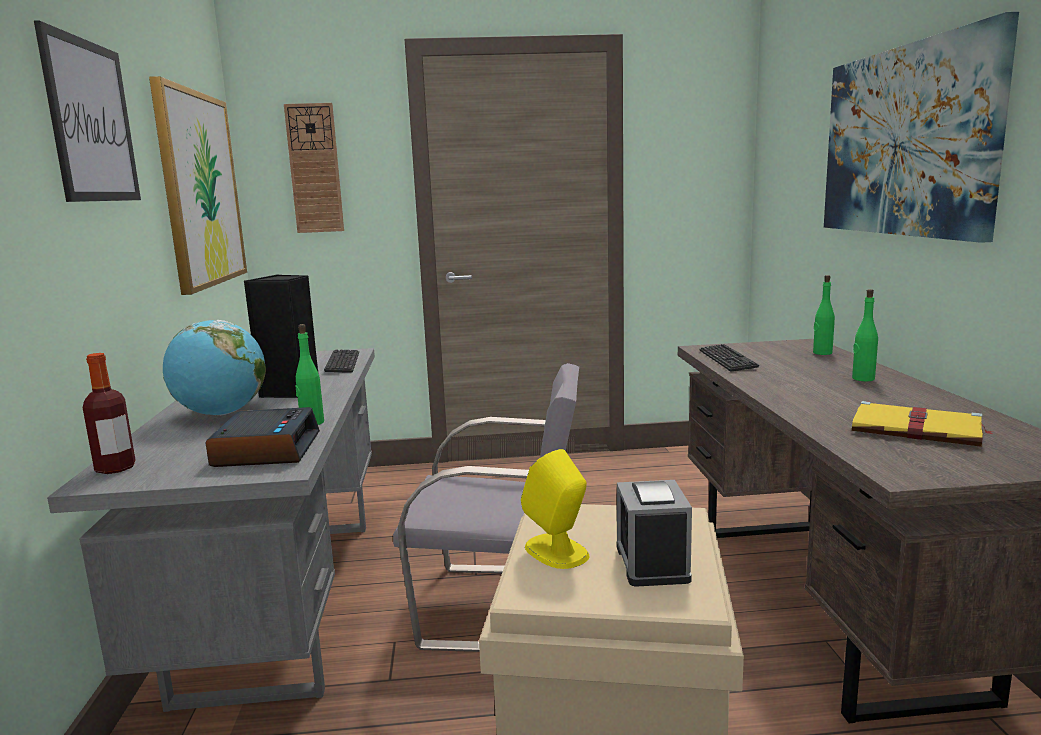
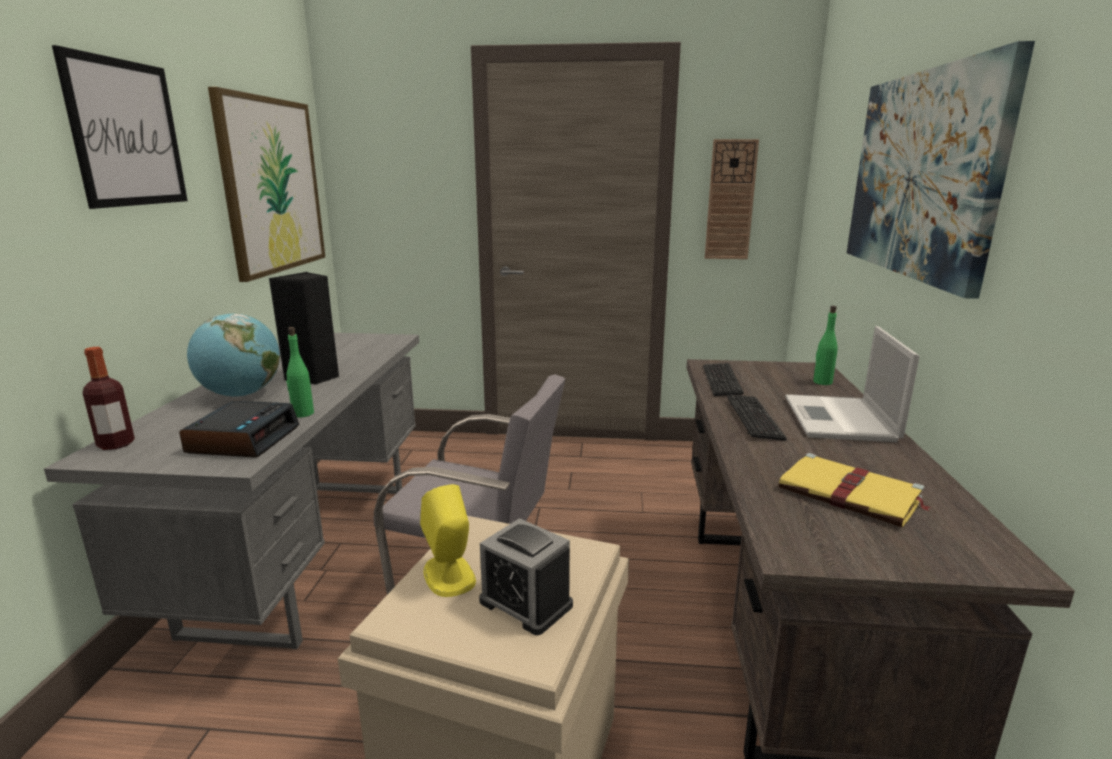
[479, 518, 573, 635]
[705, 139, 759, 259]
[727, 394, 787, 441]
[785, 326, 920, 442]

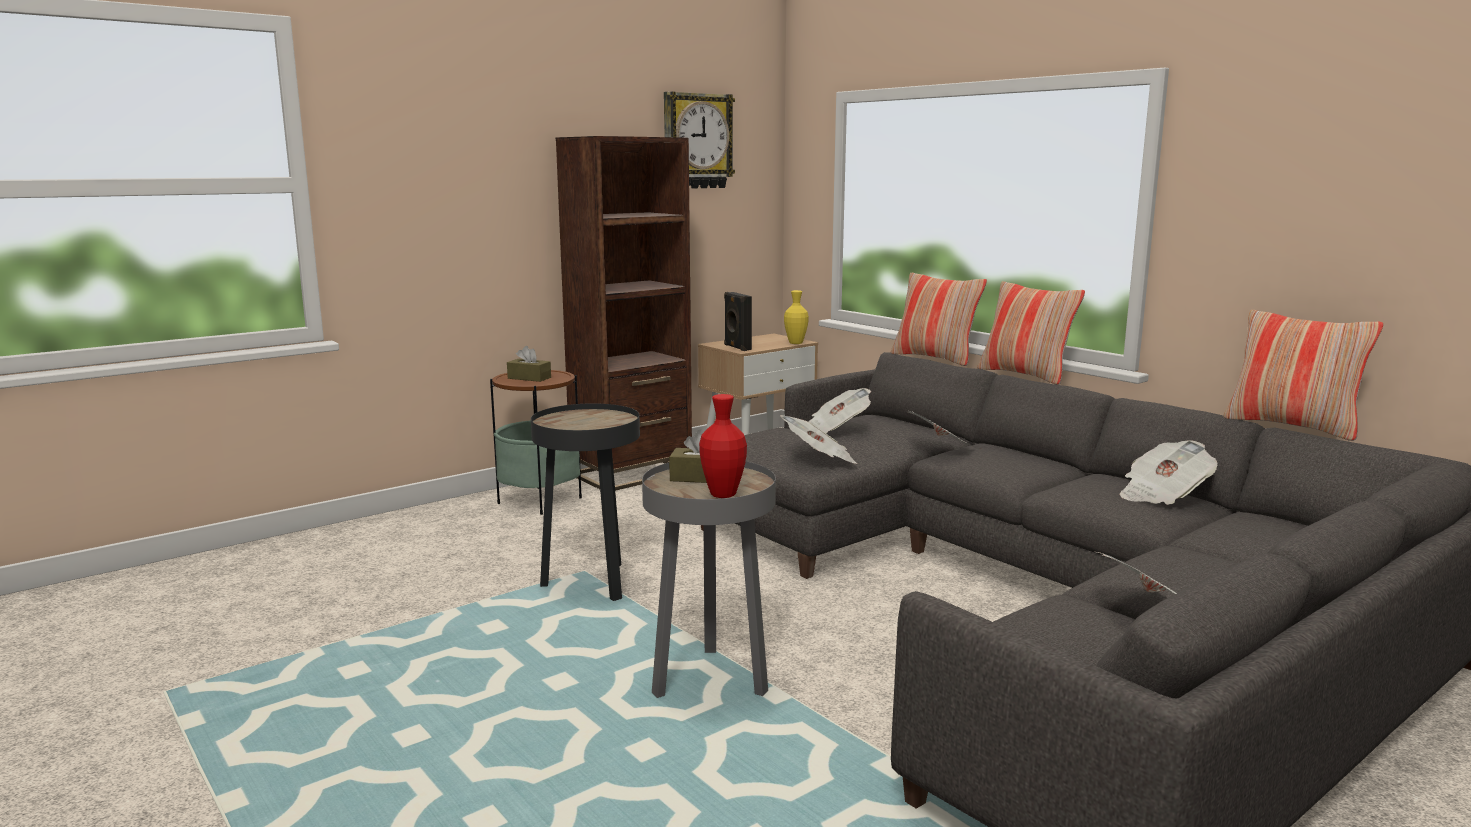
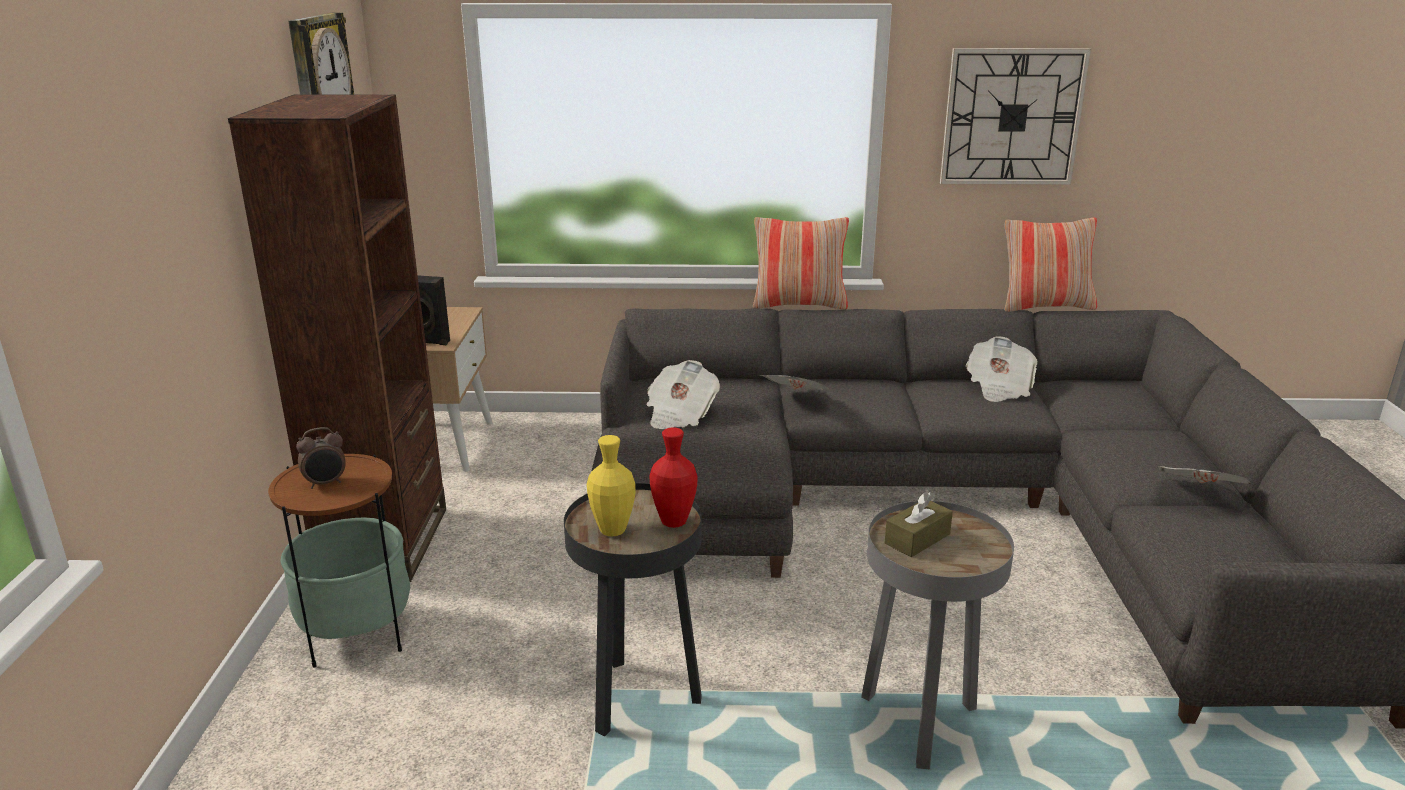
[296, 427, 346, 489]
[587, 435, 635, 536]
[649, 427, 697, 528]
[940, 48, 1091, 185]
[780, 415, 857, 464] (first image)
[891, 273, 987, 366] (first image)

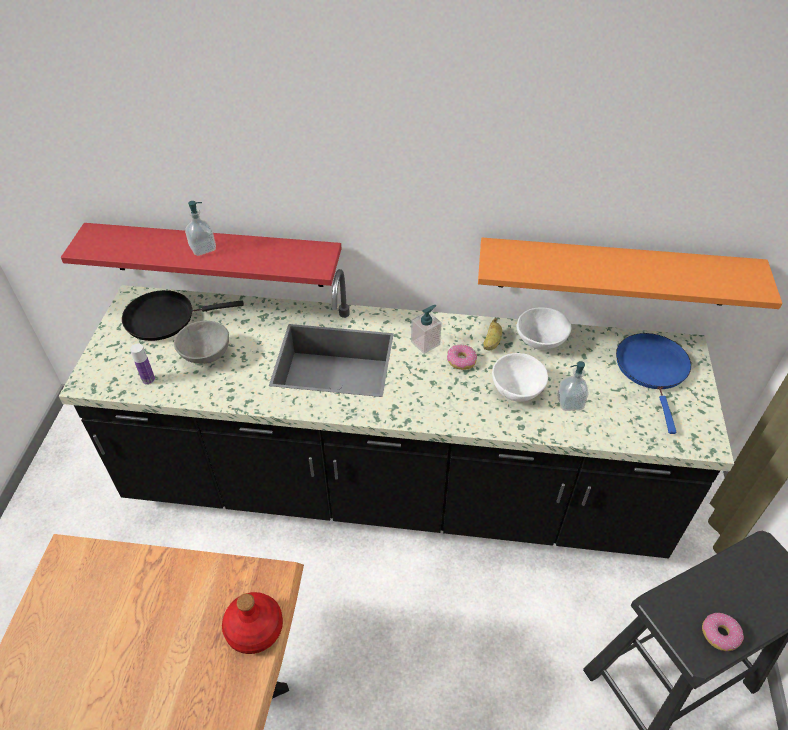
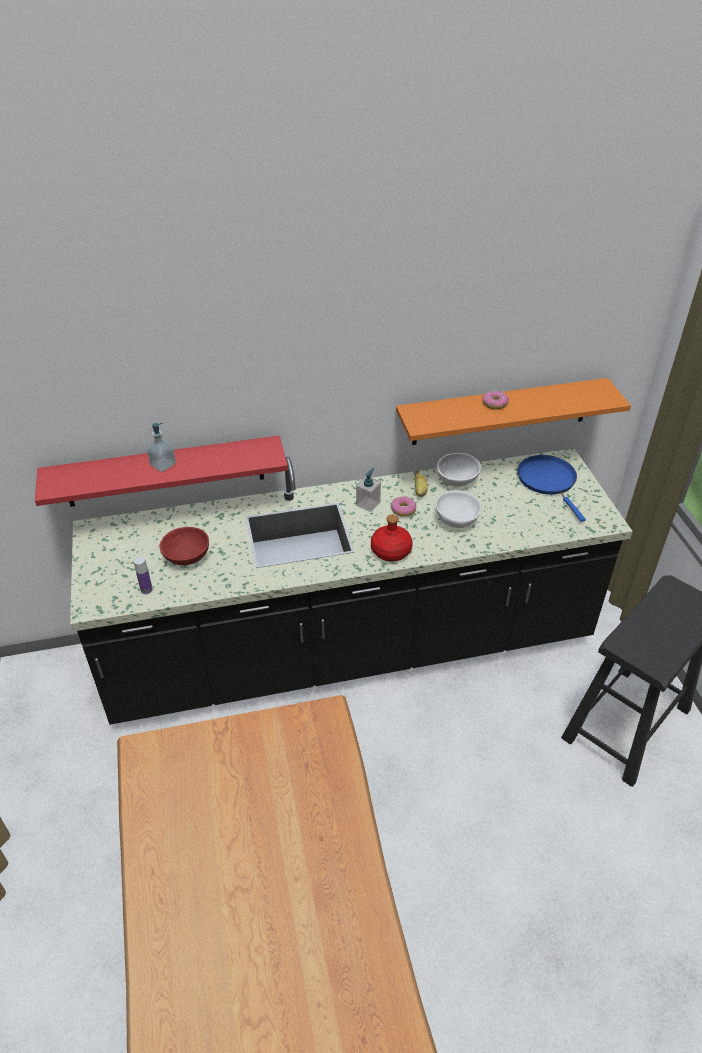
[159, 527, 209, 565]
[371, 514, 413, 562]
[482, 391, 509, 410]
[122, 290, 244, 341] (first image)
[557, 361, 589, 411] (first image)

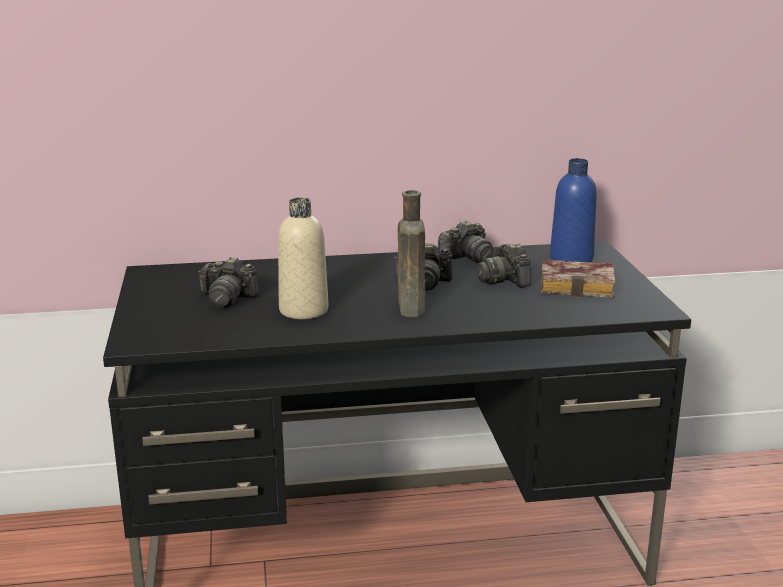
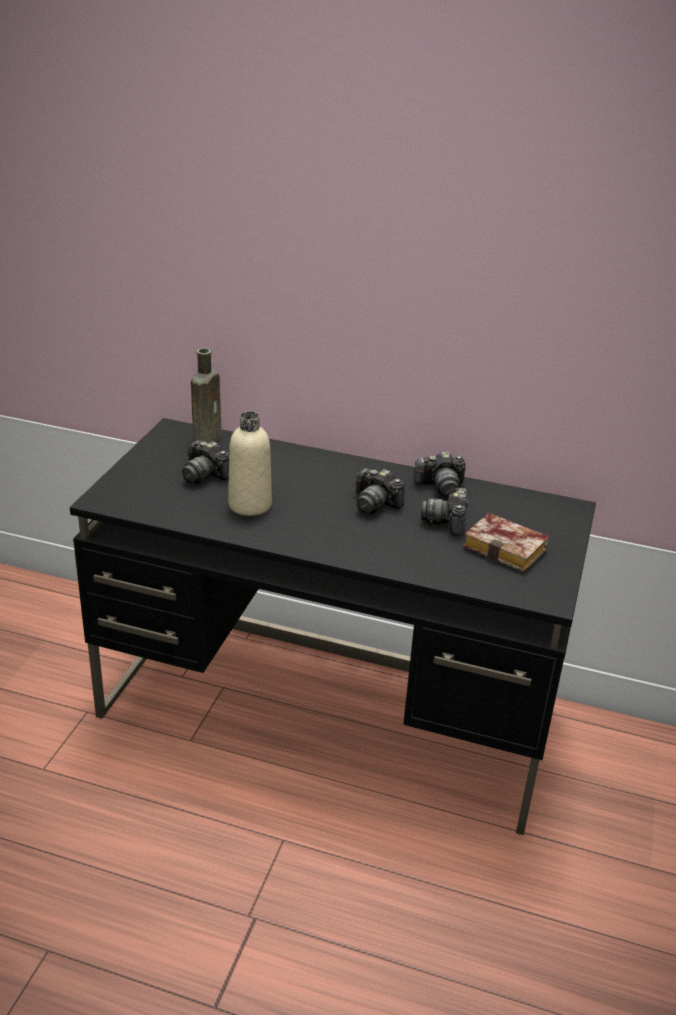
[191, 348, 222, 444]
[550, 158, 597, 262] (first image)

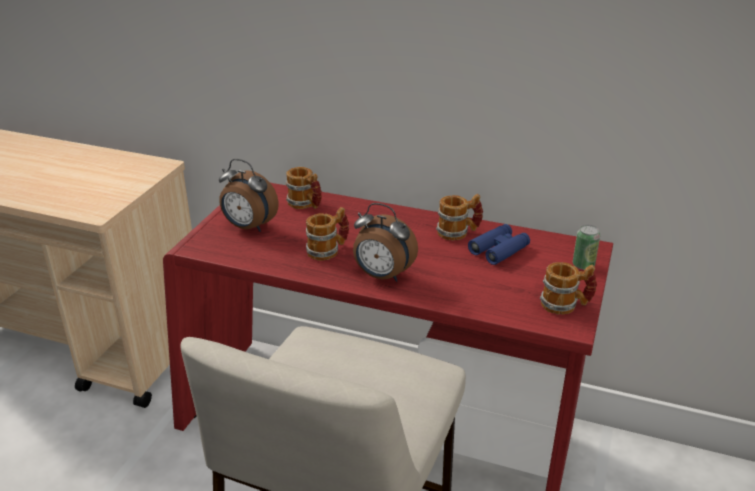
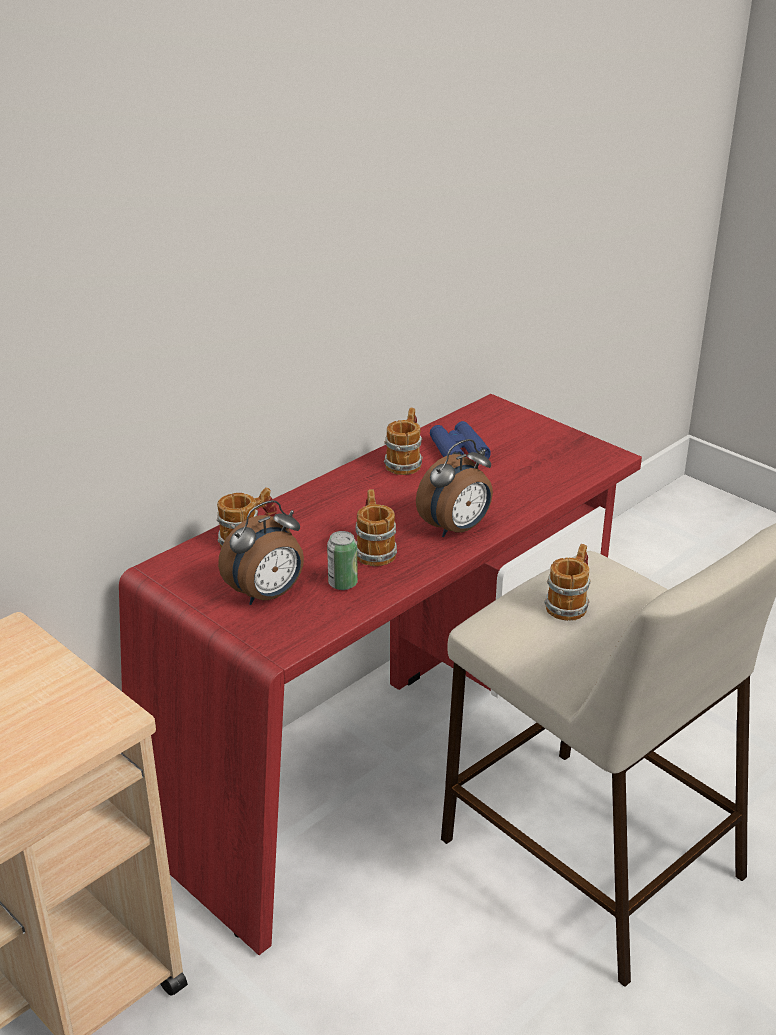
[327, 531, 358, 590]
[544, 544, 591, 621]

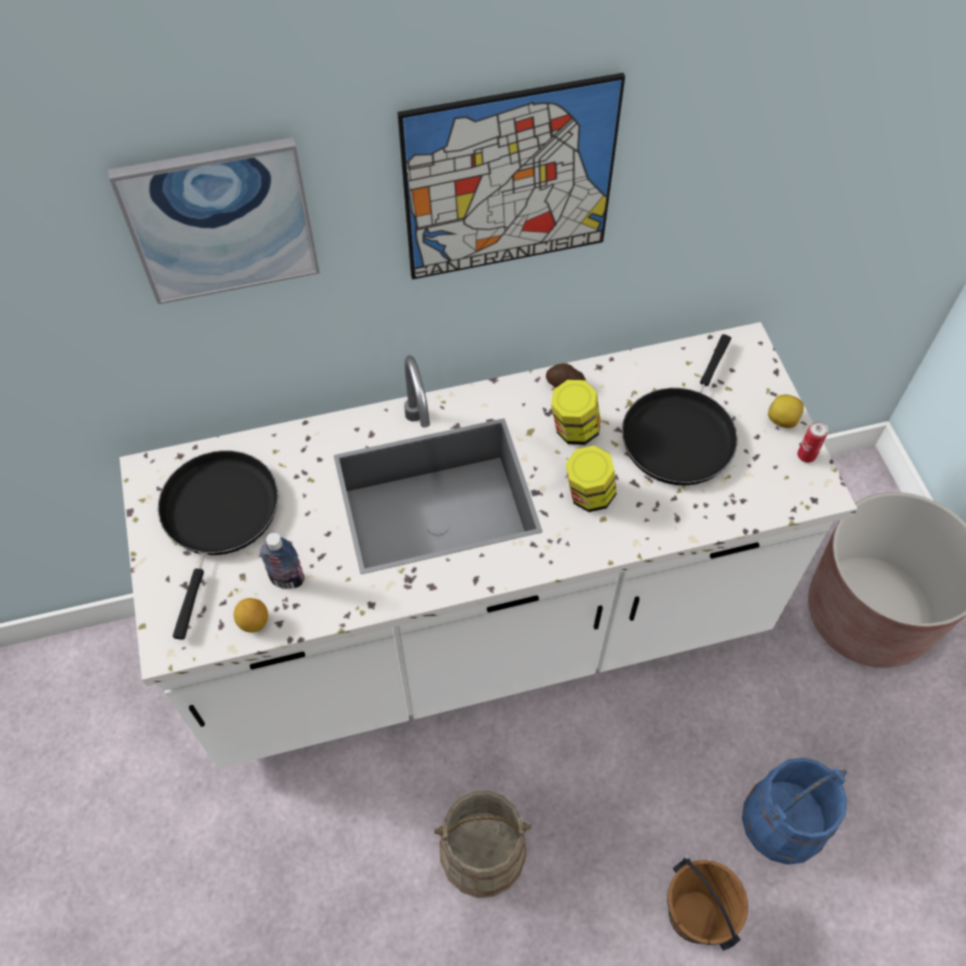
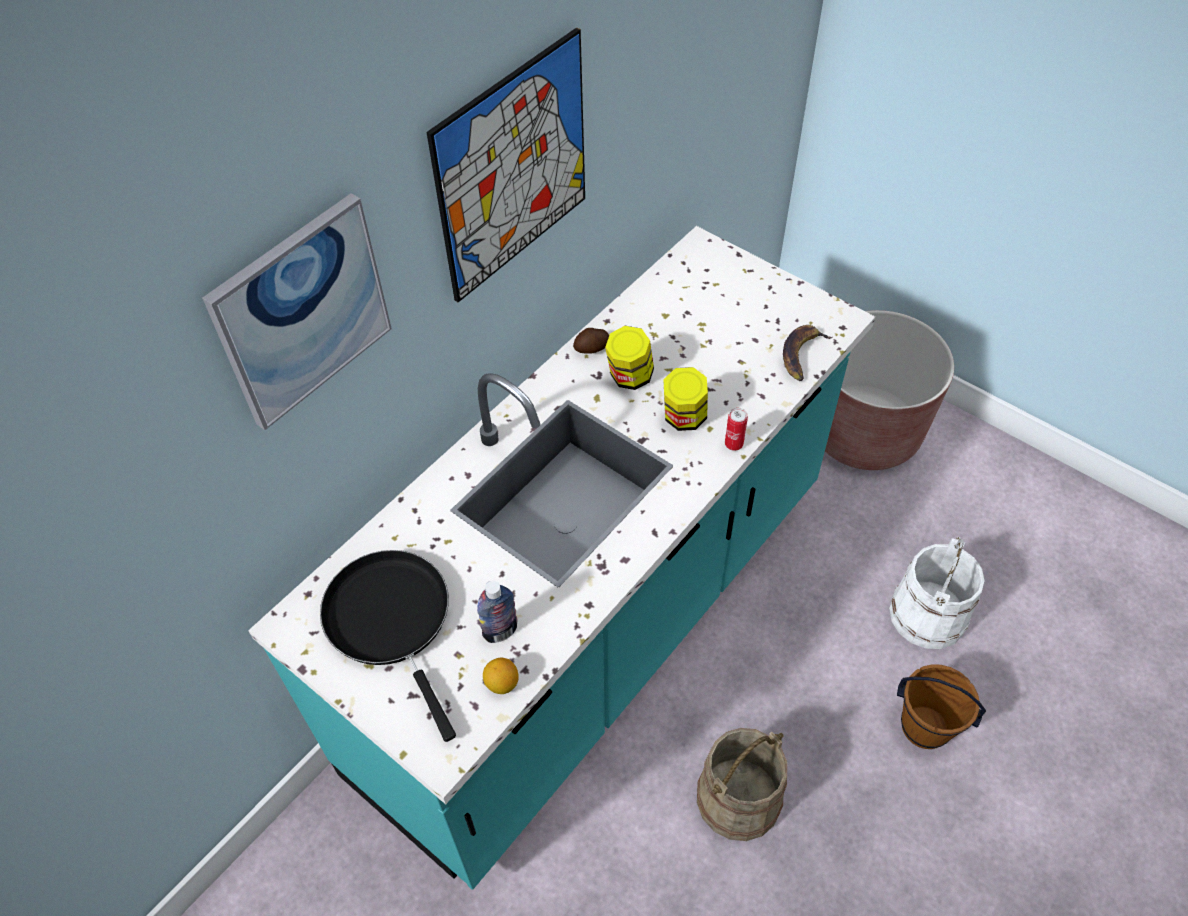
[248, 226, 875, 890]
[725, 408, 748, 451]
[783, 325, 832, 381]
[889, 537, 985, 649]
[622, 334, 738, 485] (first image)
[768, 394, 804, 428] (first image)

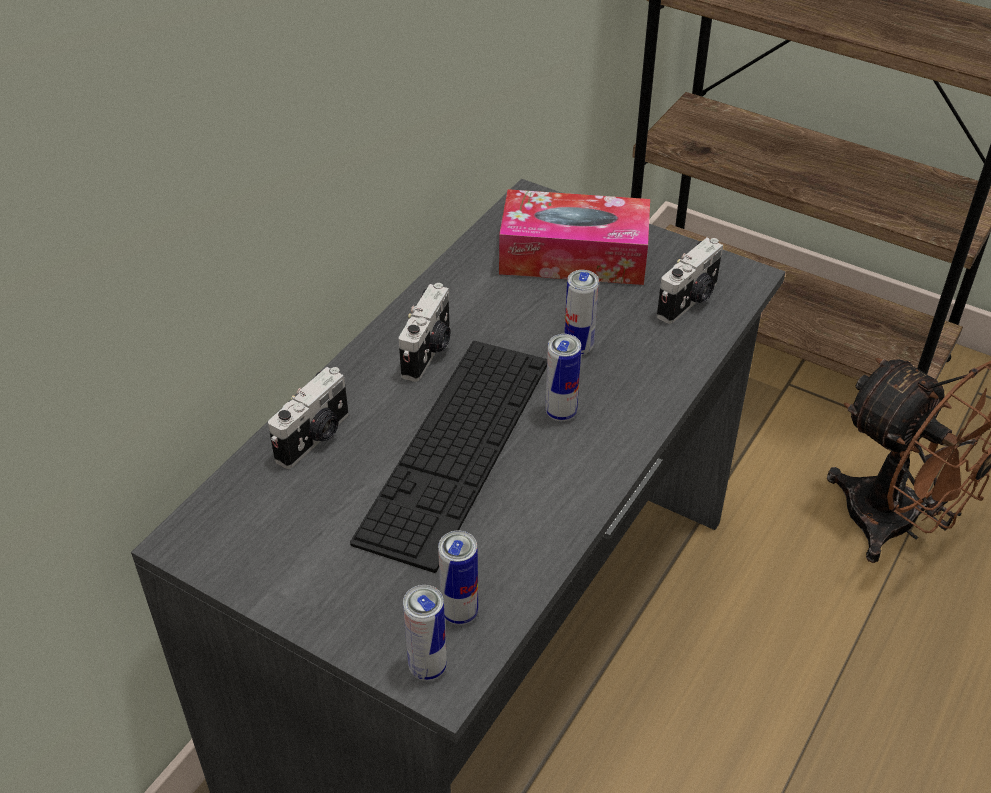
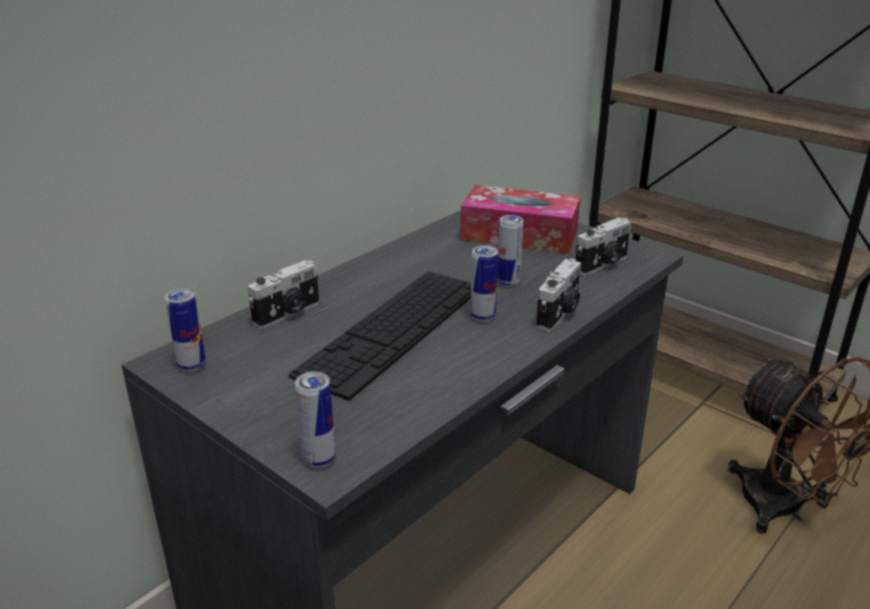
[165, 288, 206, 372]
[536, 259, 581, 332]

